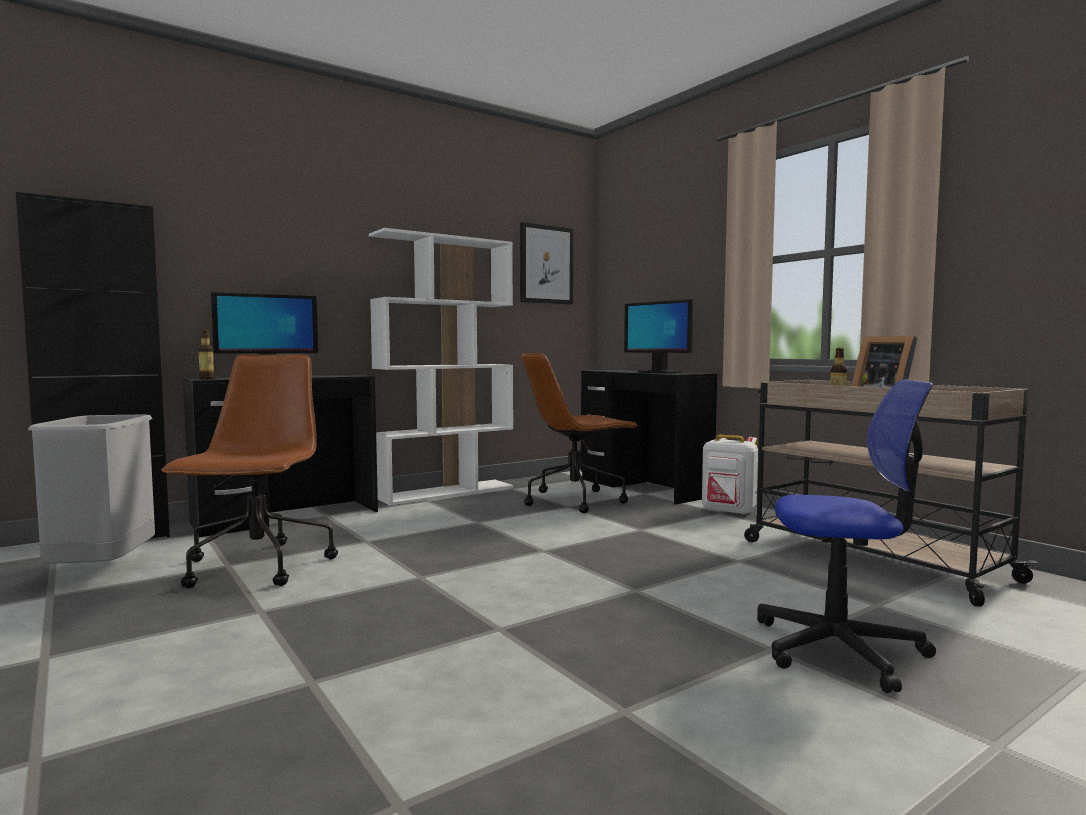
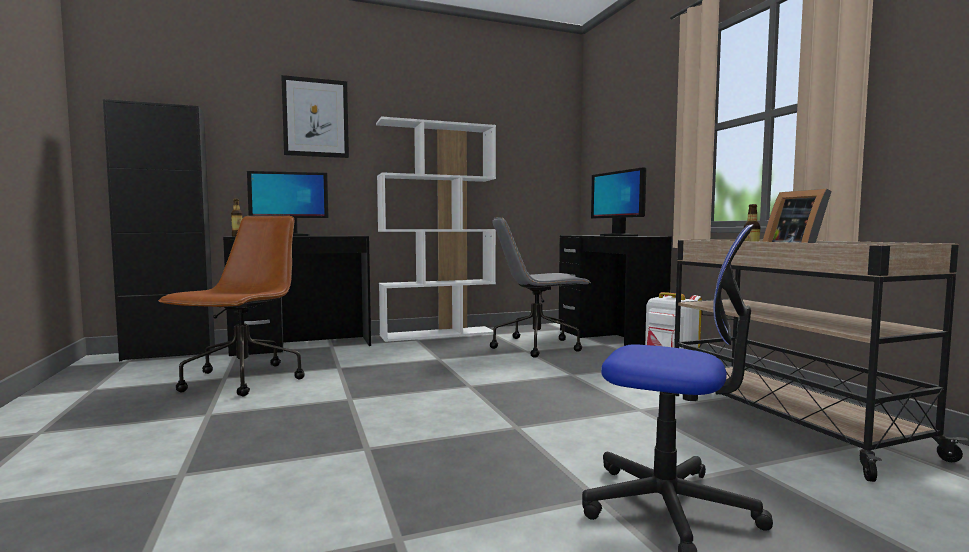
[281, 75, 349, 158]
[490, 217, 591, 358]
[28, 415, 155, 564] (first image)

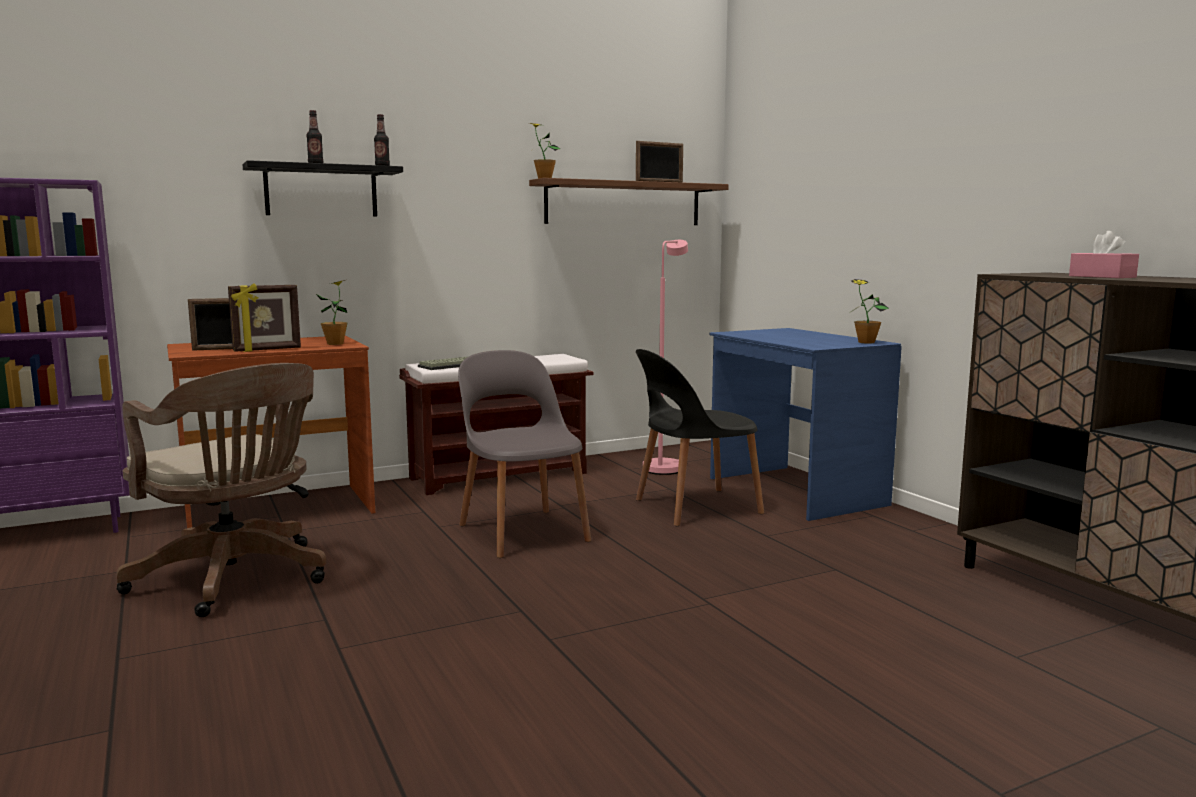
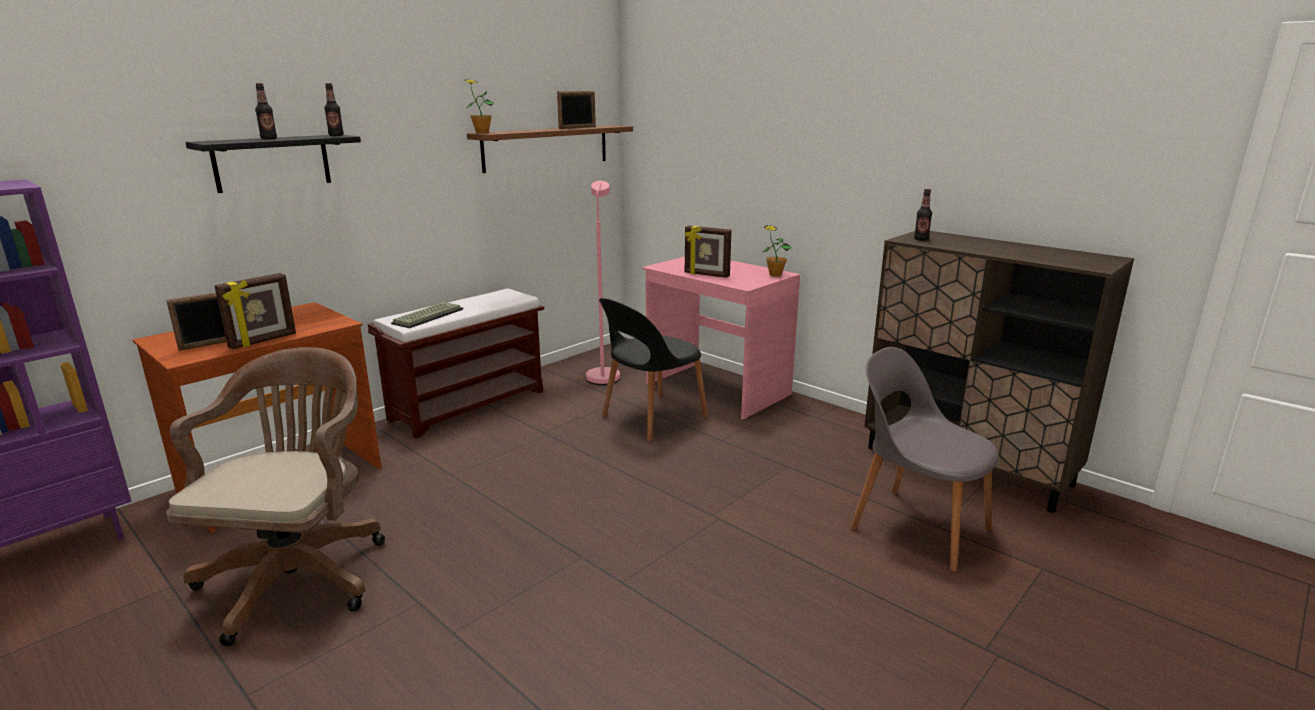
[166, 347, 385, 646]
[642, 257, 800, 420]
[685, 226, 732, 278]
[850, 347, 999, 572]
[914, 189, 932, 241]
[315, 280, 348, 345] (first image)
[1069, 231, 1139, 278] (first image)

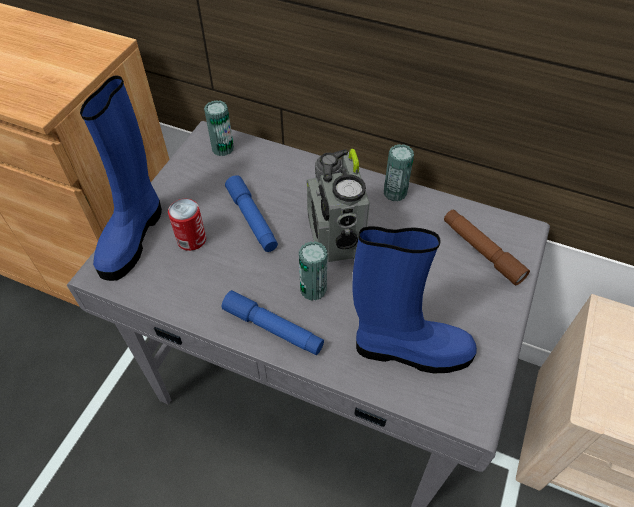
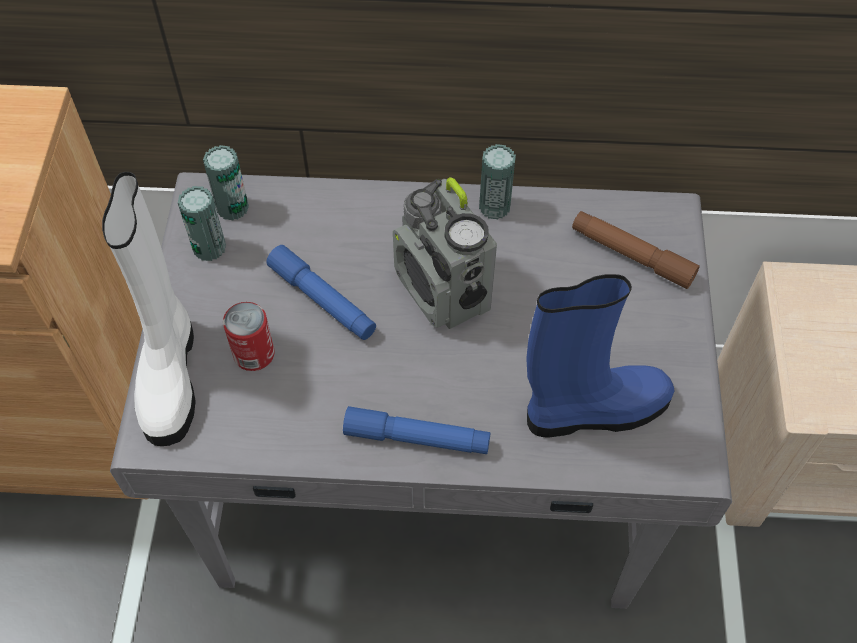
[102, 172, 196, 446]
[178, 186, 226, 261]

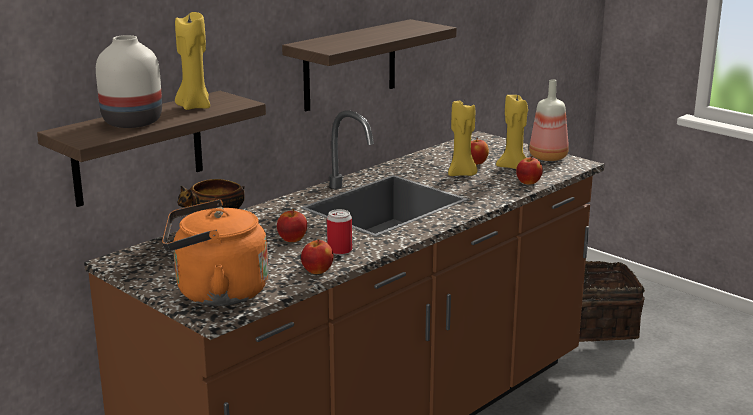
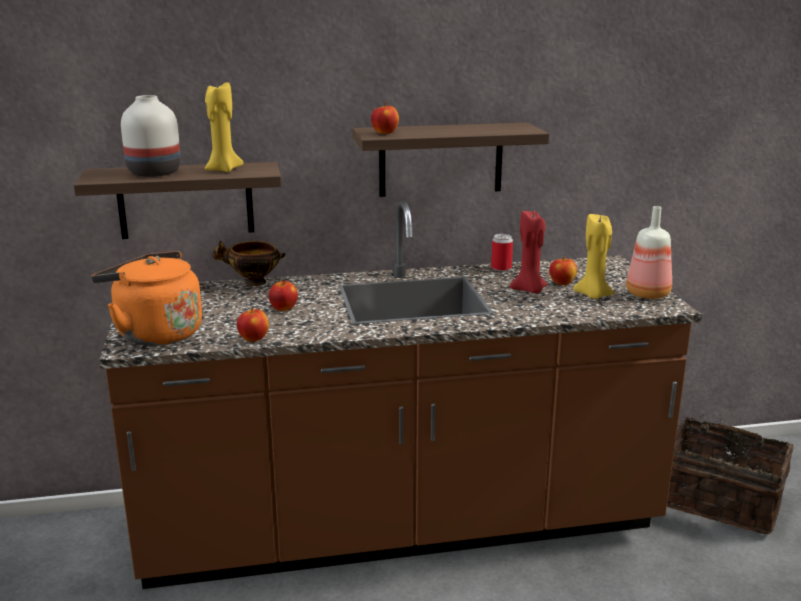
[371, 102, 399, 134]
[491, 234, 513, 271]
[510, 211, 548, 293]

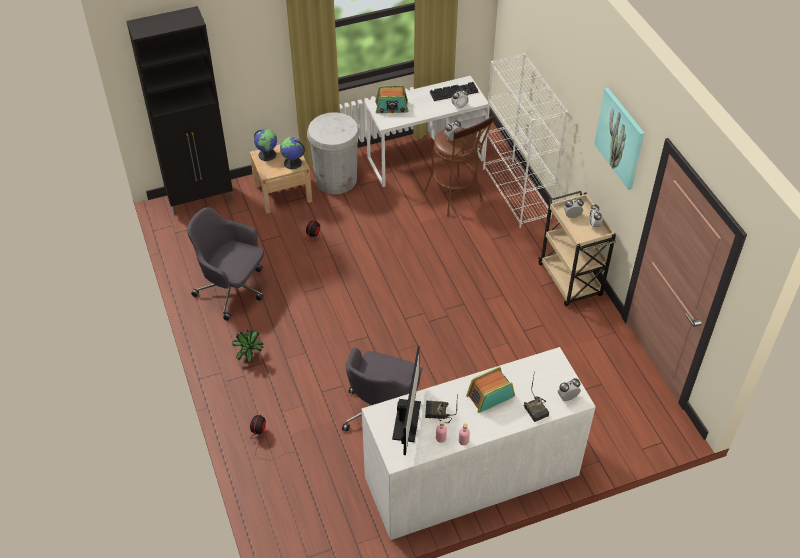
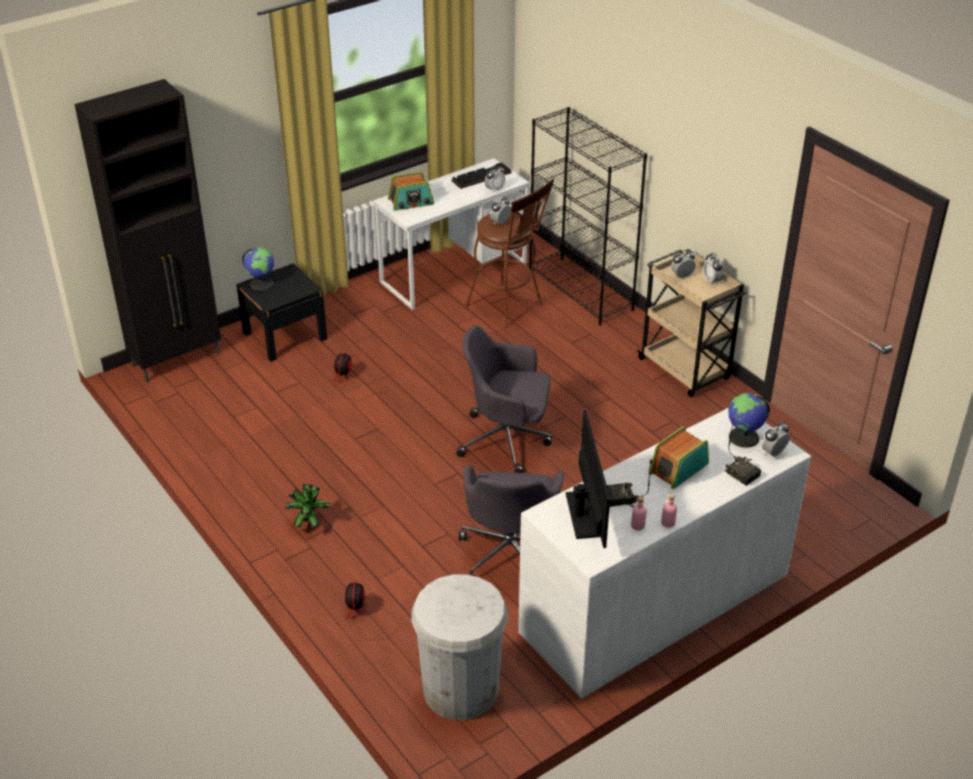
[236, 263, 327, 362]
[411, 574, 508, 720]
[456, 325, 552, 473]
[529, 107, 647, 325]
[728, 393, 770, 448]
[594, 88, 645, 190] (first image)

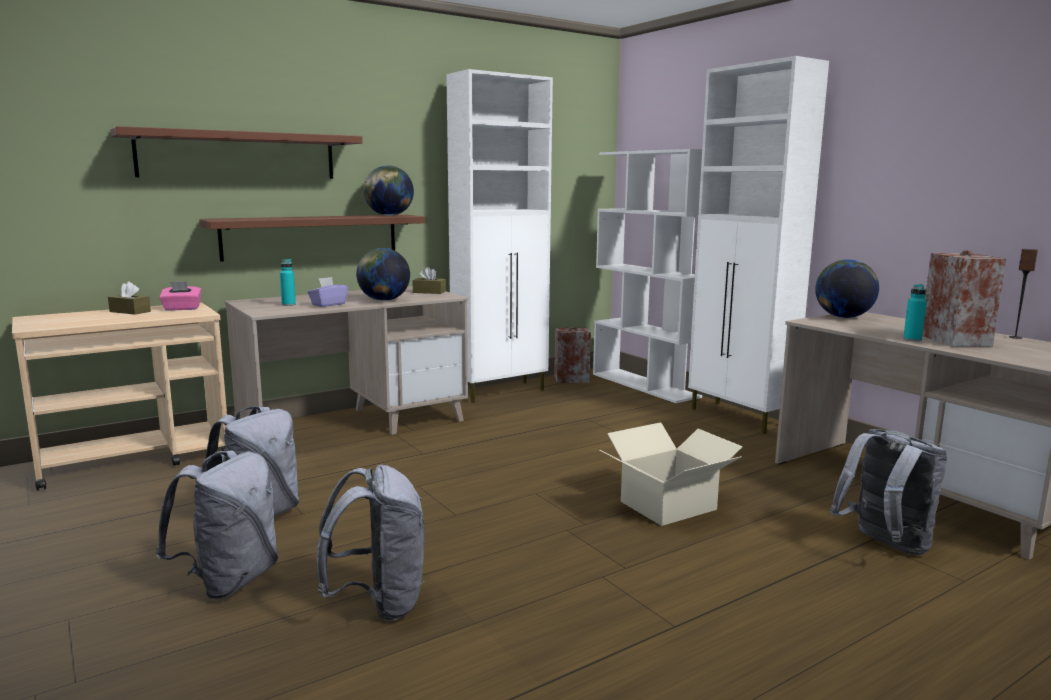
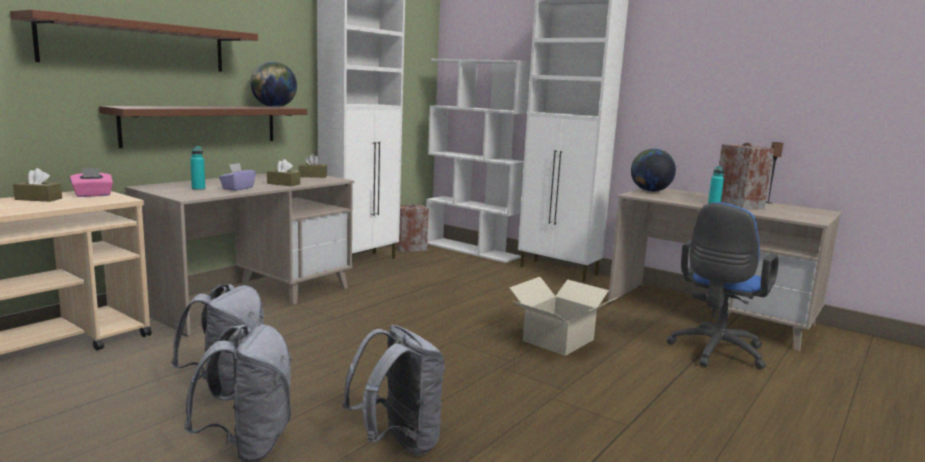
[267, 159, 300, 186]
[667, 202, 779, 369]

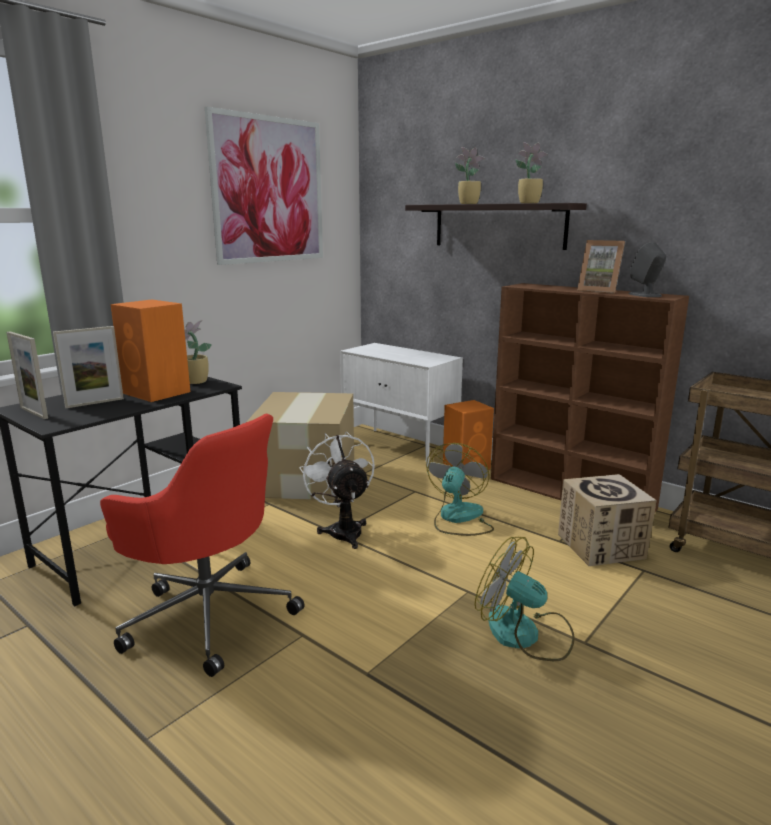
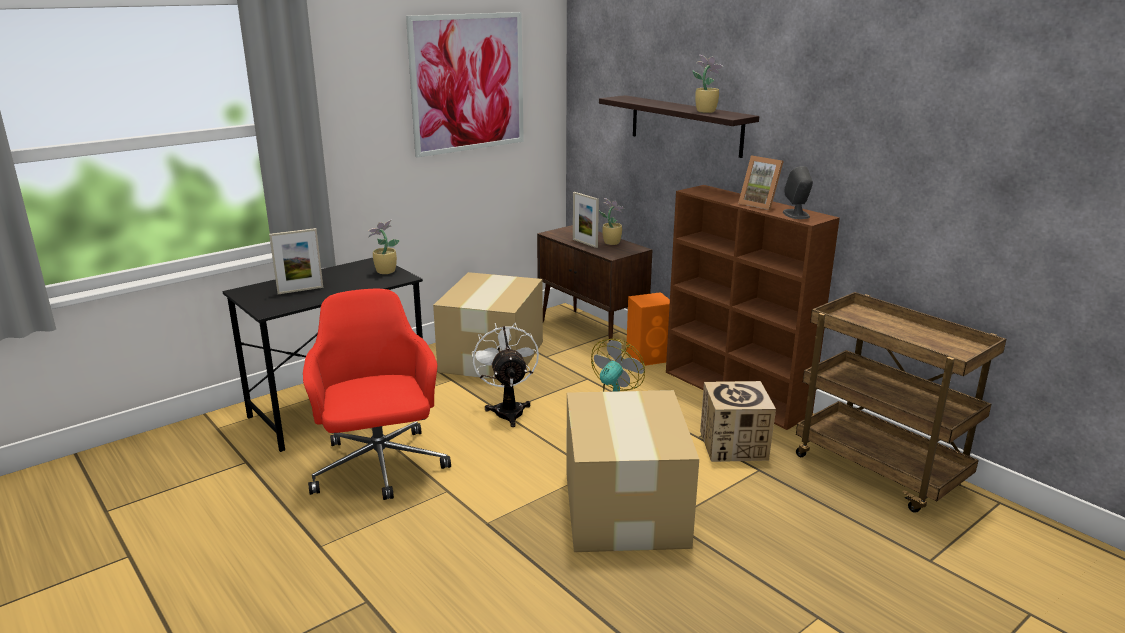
[303, 289, 451, 500]
[537, 225, 652, 341]
[566, 390, 699, 552]
[573, 192, 599, 248]
[599, 198, 624, 245]
[111, 299, 190, 402] (first image)

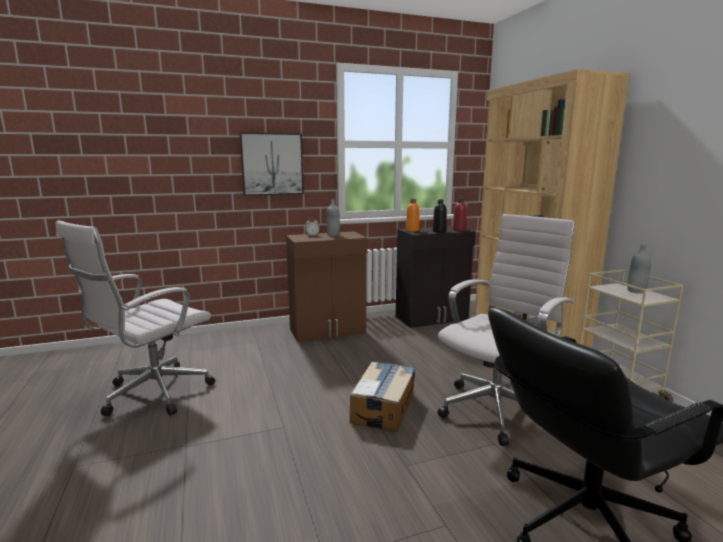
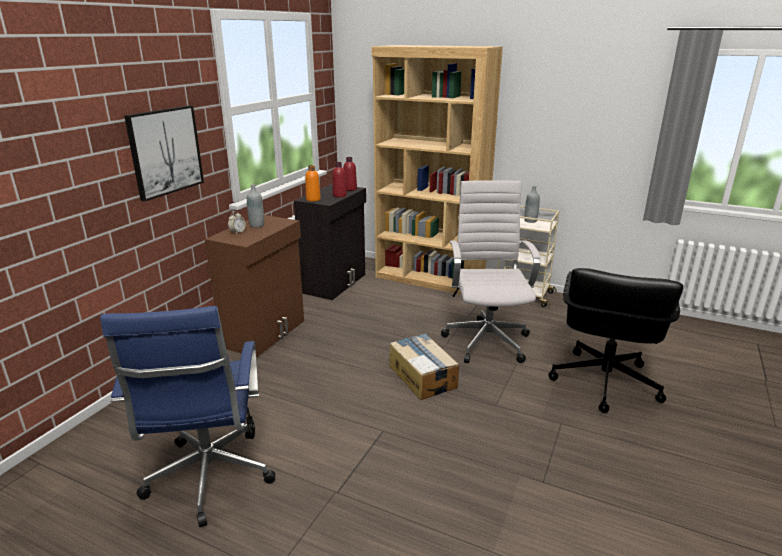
[100, 306, 275, 527]
[332, 162, 347, 197]

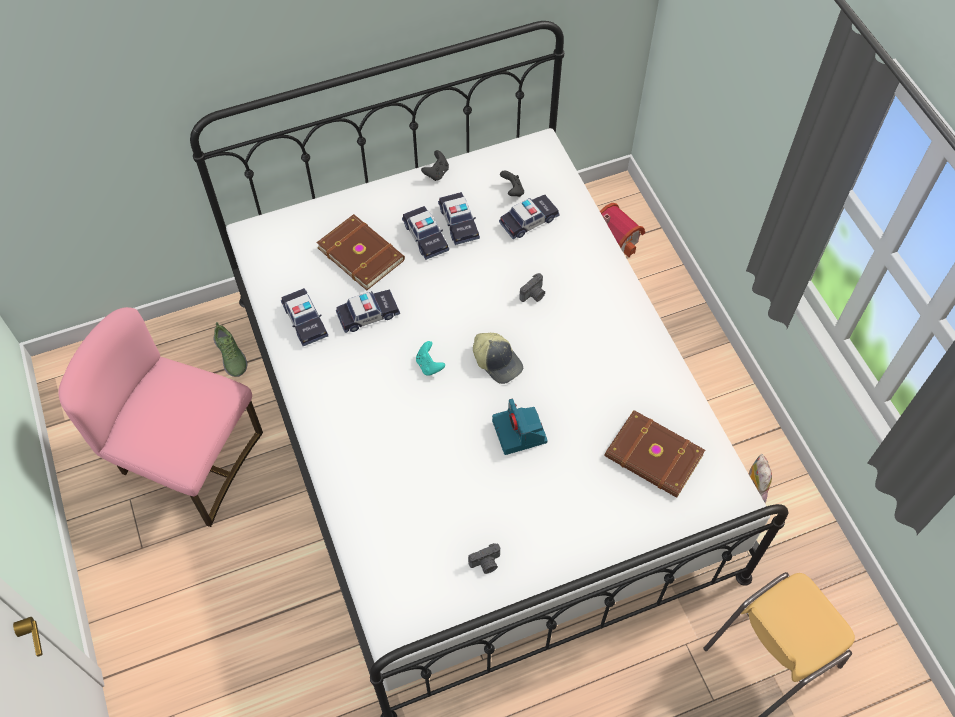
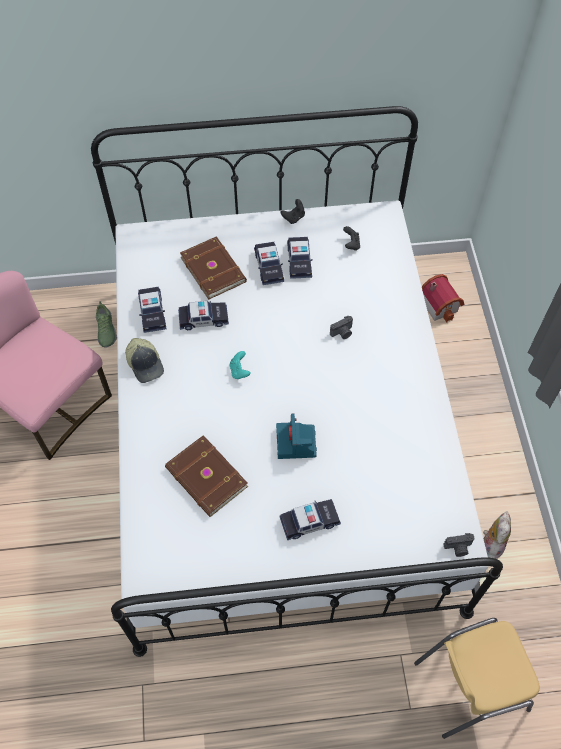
[125, 338, 164, 383]
[165, 435, 248, 517]
[280, 499, 341, 540]
[443, 533, 475, 557]

